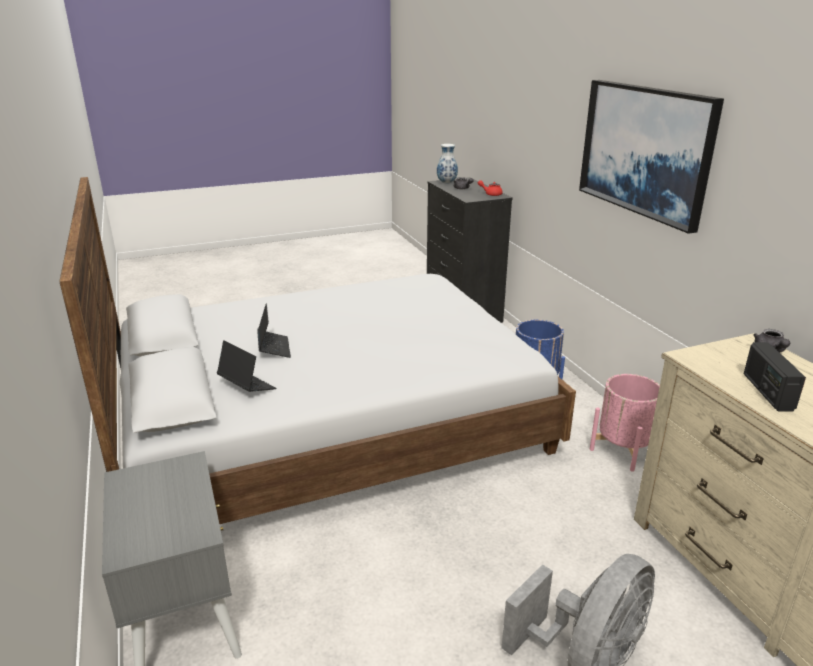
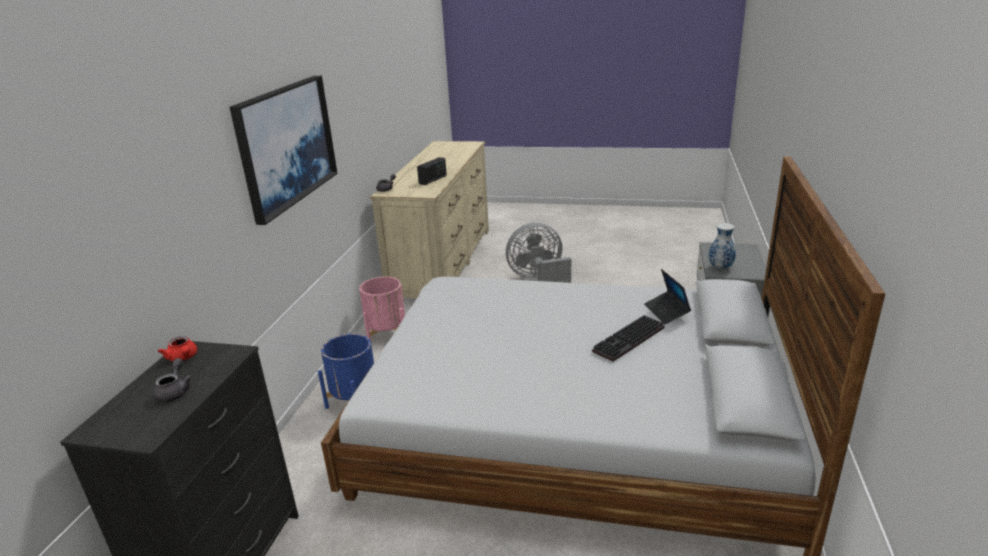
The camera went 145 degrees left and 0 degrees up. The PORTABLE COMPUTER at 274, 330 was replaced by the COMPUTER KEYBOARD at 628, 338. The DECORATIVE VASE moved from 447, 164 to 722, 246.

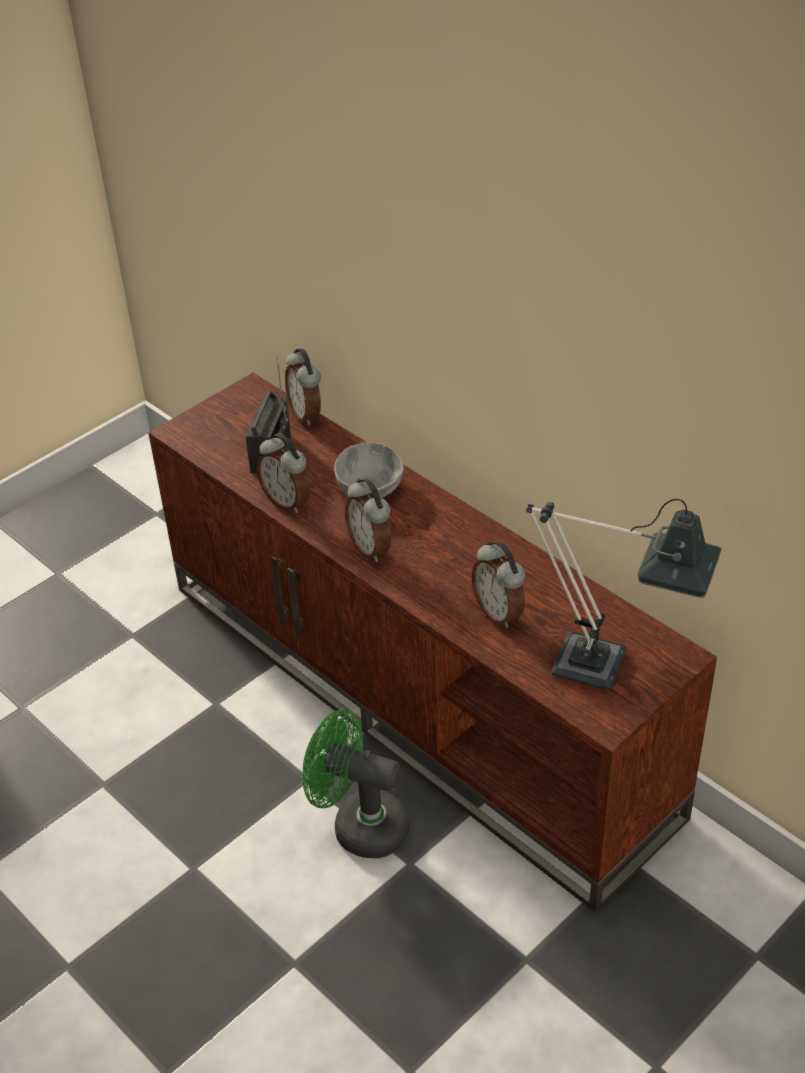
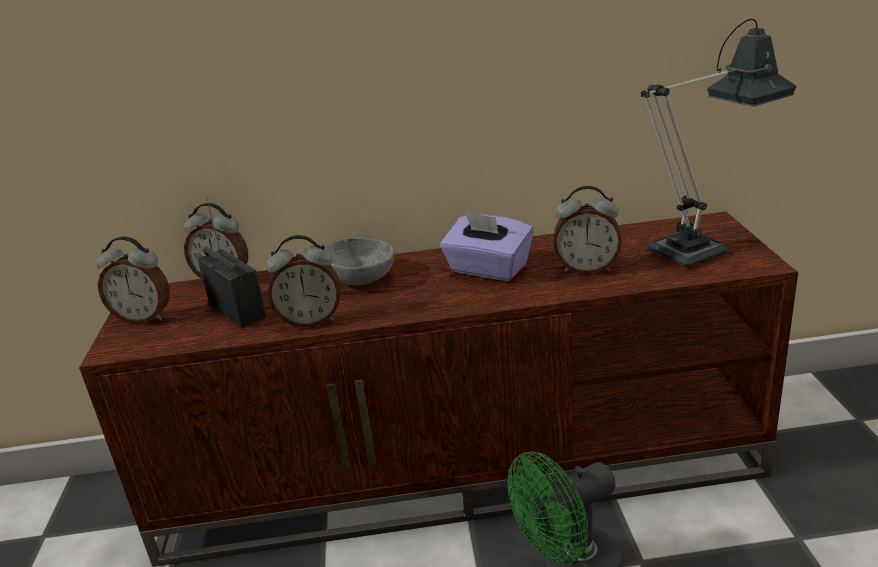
The camera went 50 degrees left and 15 degrees down. The TABLE CLOCK moved from 368, 520 to 133, 280. The PURPLE-COLOURED BOX OF TISSUES at 487, 246 appeared.

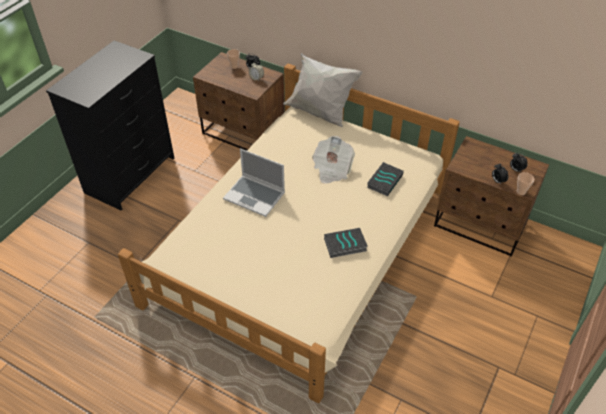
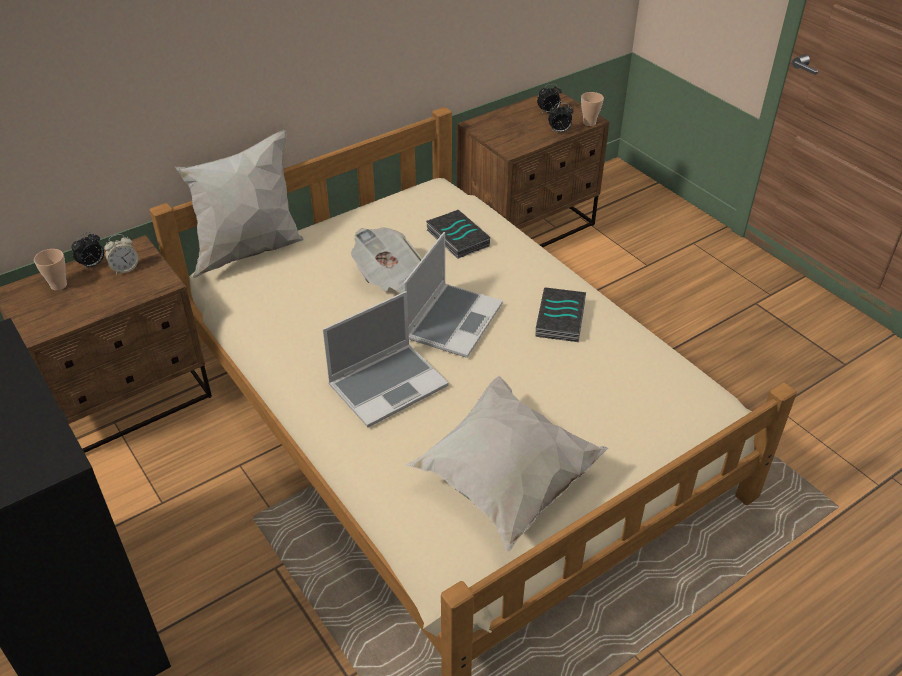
The camera went 65 degrees left and 5 degrees down. The PORTABLE COMPUTER at 453, 295 appeared. The WHITISH THROW PILLOW at 507, 464 appeared.

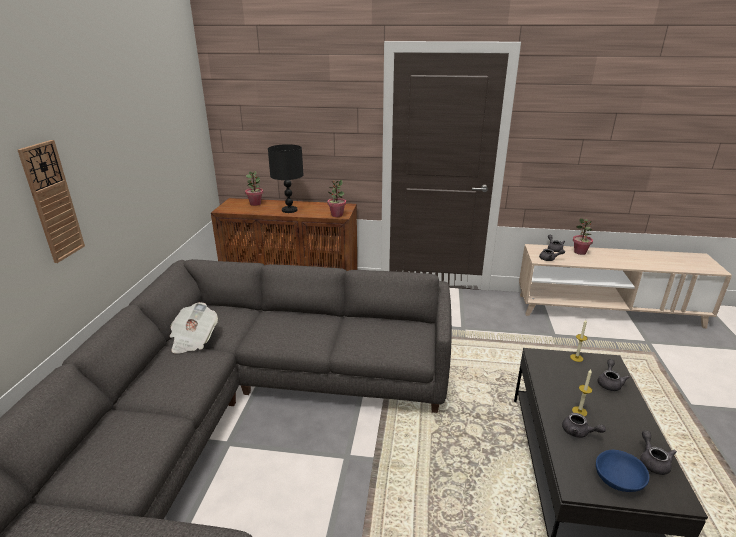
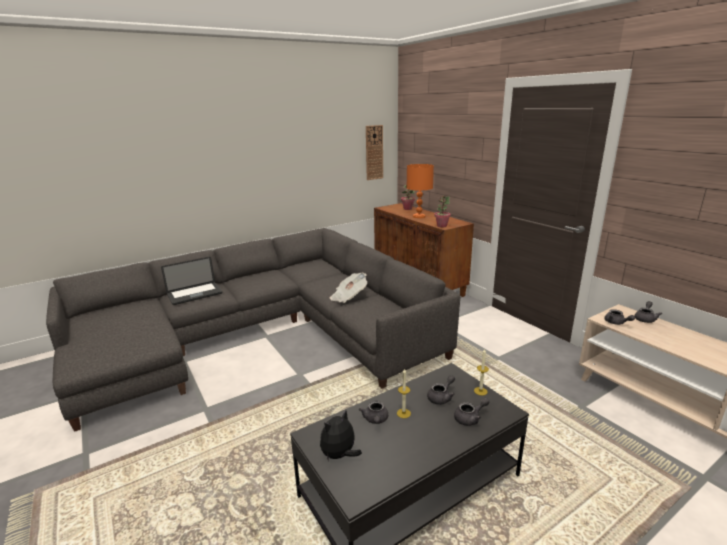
The camera went 50 degrees right and 5 degrees down. The WALL CLOCK moved from 51, 201 to 374, 152. The PRINTED PAPER moved from 194, 328 to 348, 288. The BLACK TABLE LAMP at 286, 178 became the ORANGEY TABLE LAMP at 420, 191. The HOUSEPLANT at 583, 236 disappeared. The BLUE-COLOURED SERVING BOWL at 622, 471 was replaced by the CUDDLY TOY at 341, 436. The GREY TEA POT moved from 658, 452 to 441, 390. The PORTABLE COMPUTER at 191, 281 appeared.

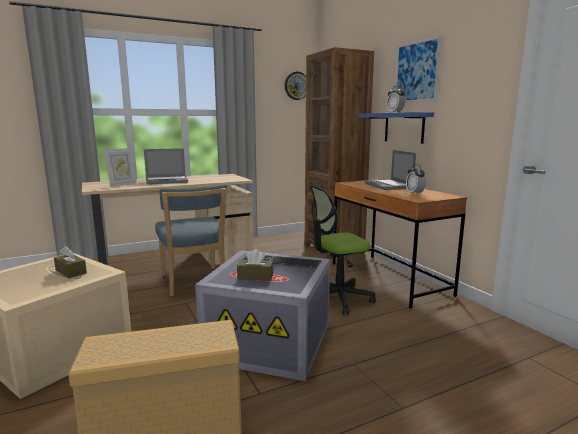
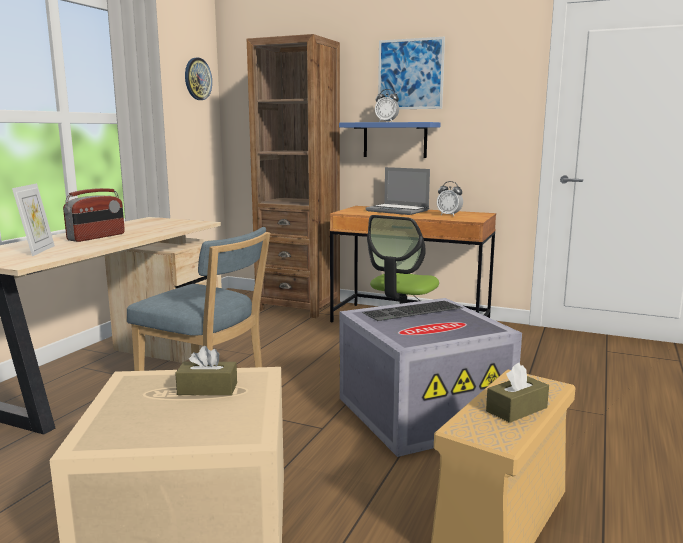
The camera went 40 degrees left and 0 degrees up. The PORTABLE COMPUTER at 166, 166 was replaced by the RADIO SET at 94, 215. The BROWN-COLOURED BOX OF TISSUES moved from 255, 265 to 517, 393.

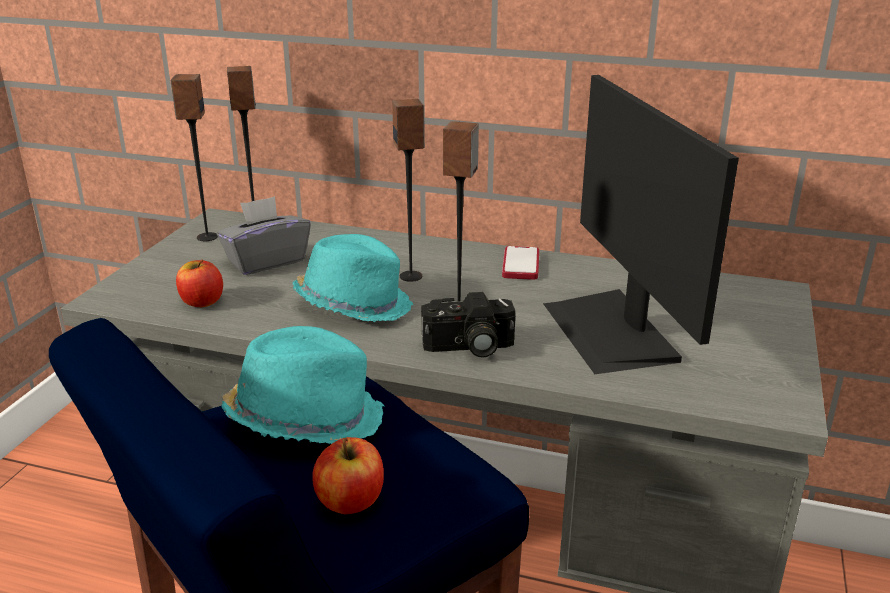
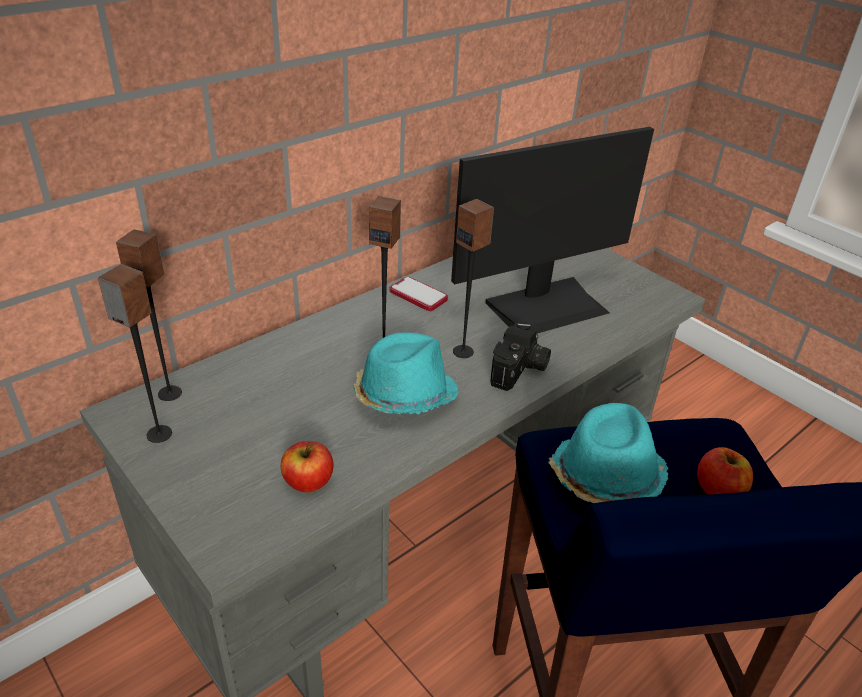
The camera went 60 degrees left and 10 degrees up. The GREY BOX OF TISSUES at 264, 235 disappeared. The MONITOR at 641, 224 turned 45 degrees counterclockwise.

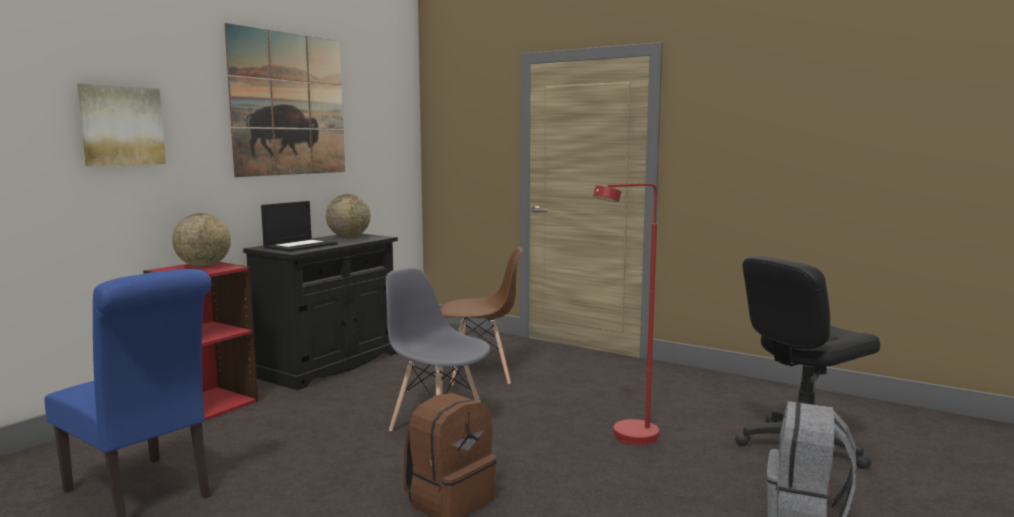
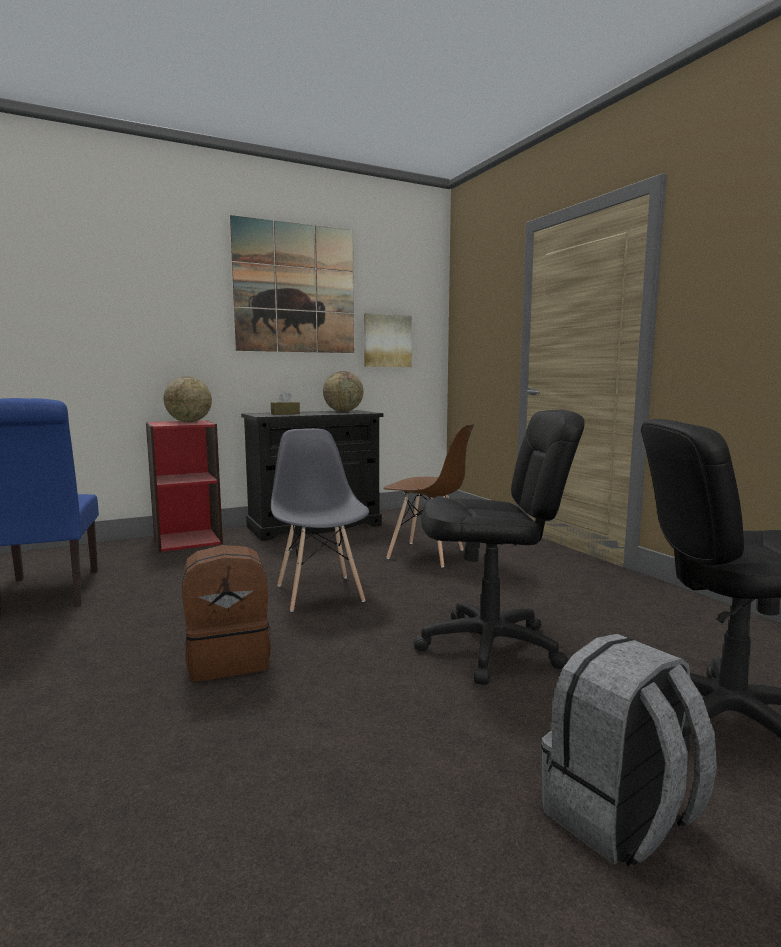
The camera went 30 degrees right and 0 degrees up. The WALL ART moved from 121, 124 to 388, 340. The PORTABLE COMPUTER at 299, 226 was replaced by the BROWN-COLOURED BOX OF TISSUES at 285, 403. The REDDISH FLOOR LAMP at 626, 314 was replaced by the BLACK OFFICE CHAIR at 499, 547.

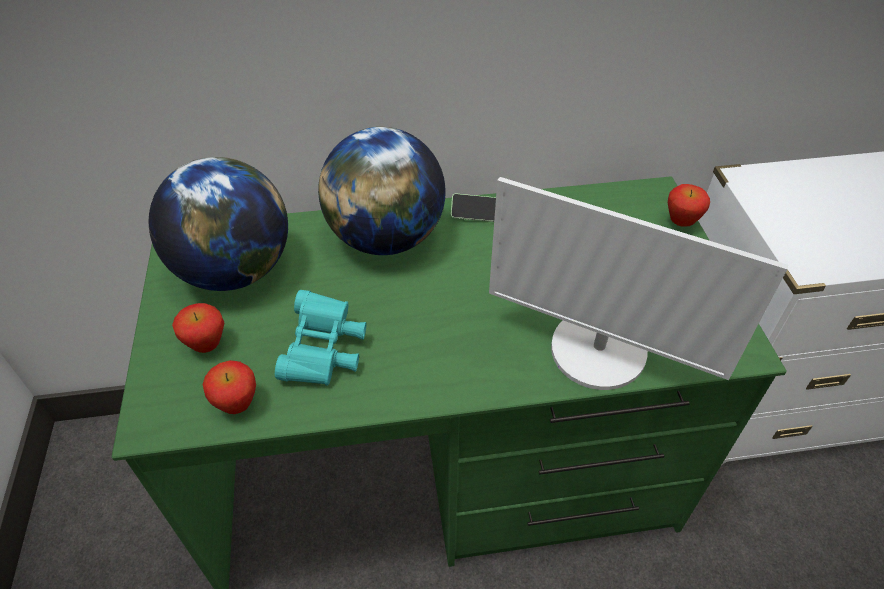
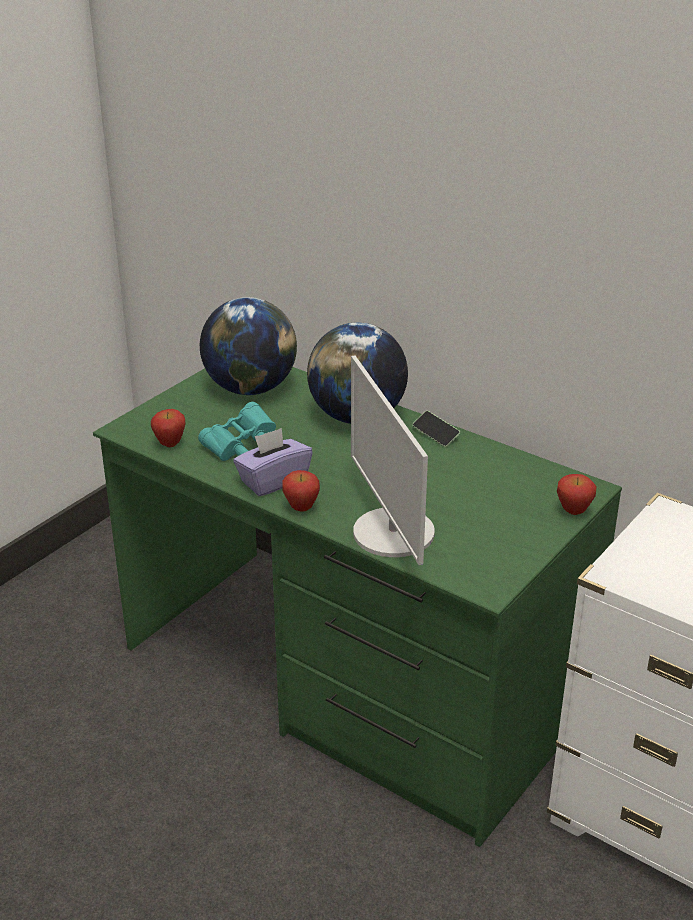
The camera went 45 degrees right and 15 degrees down. The APPLE FRUIT moved from 198, 328 to 301, 490. The PURPLE-COLOURED BOX OF TISSUES at 273, 462 appeared.

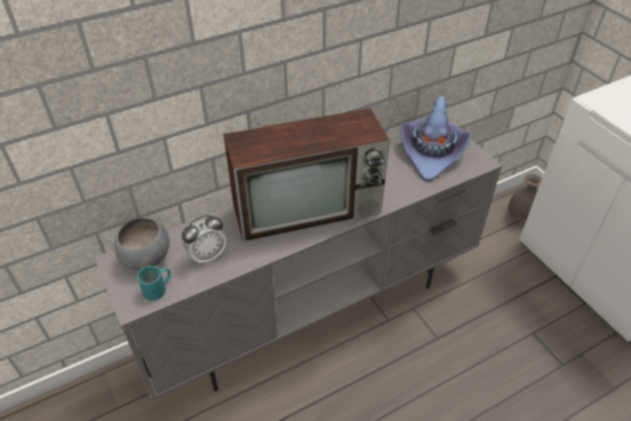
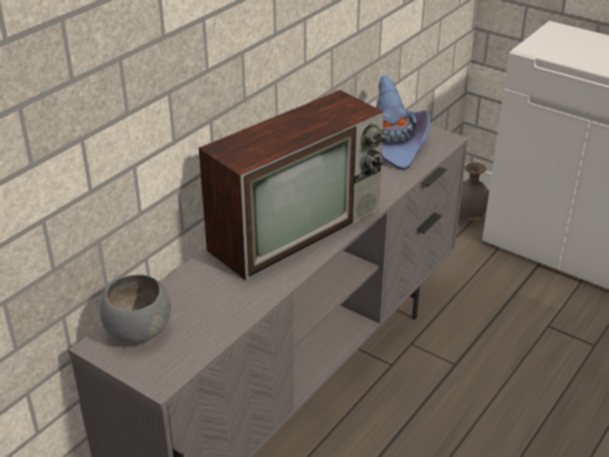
The camera went 25 degrees left and 10 degrees down. The TURQUOISE-COLOURED COFFEE MUG at 154, 283 disappeared. The TABLE CLOCK at 204, 240 disappeared.

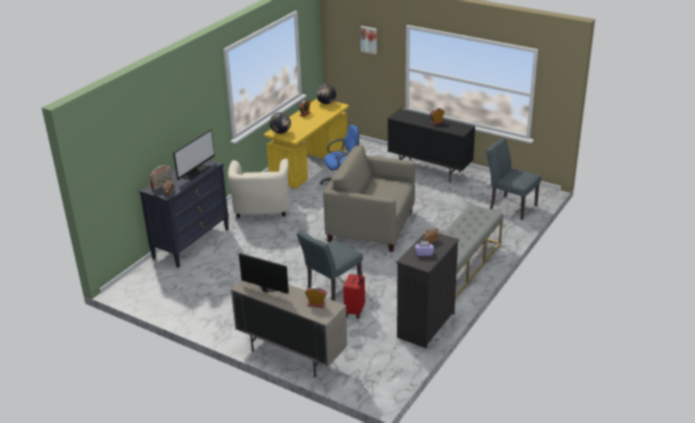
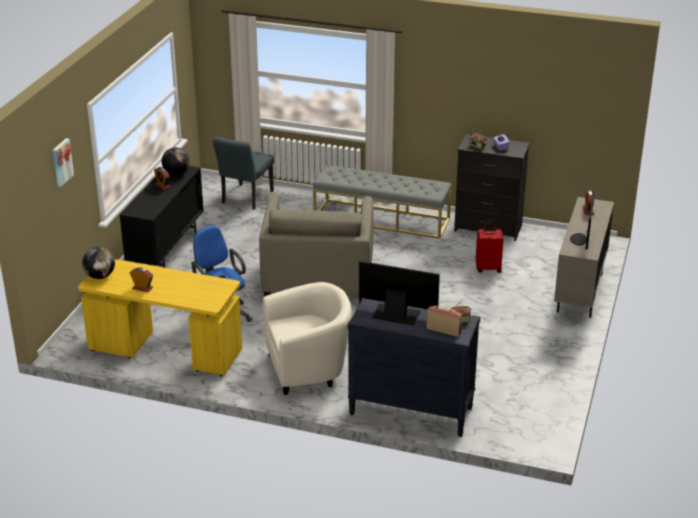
The camera went 105 degrees left and 0 degrees up. The WORLD GLOBE moved from 280, 123 to 176, 161. The GREY PLAIN CHAIR at 330, 266 disappeared.

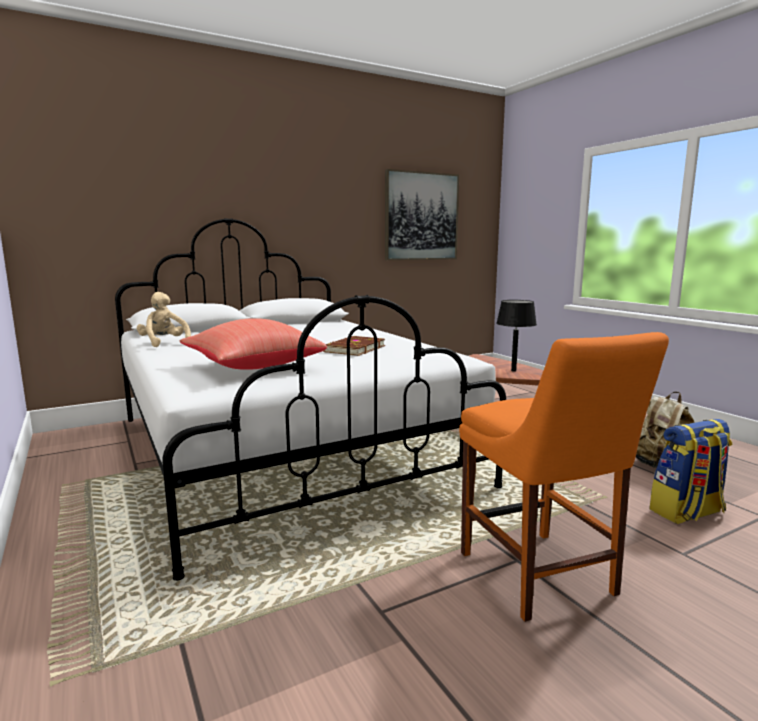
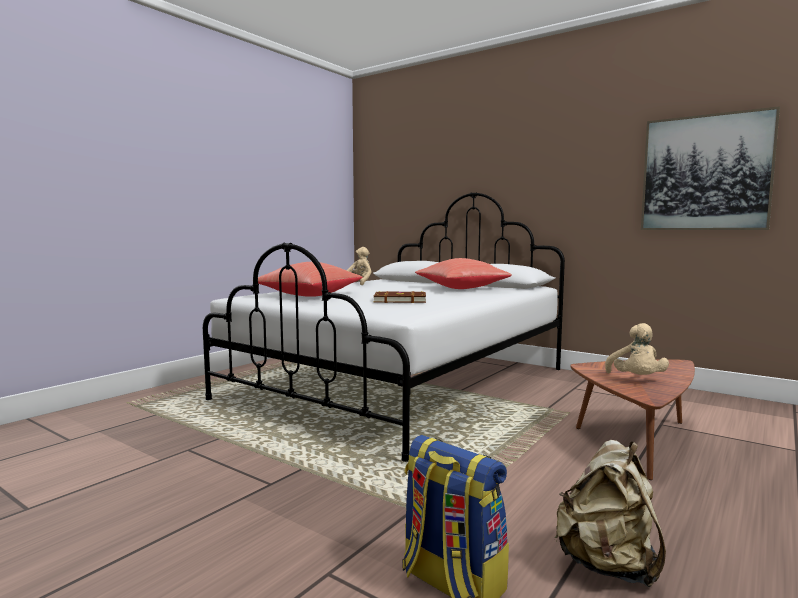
The camera went 65 degrees right and 5 degrees down. The ORANGEY PLAIN CHAIR at 564, 477 disappeared. The BLACK TABLE LAMP at 516, 336 was replaced by the BEIGE CUDDLY TOY at 637, 349. The REDDISH THROW PILLOW at 463, 273 appeared.

